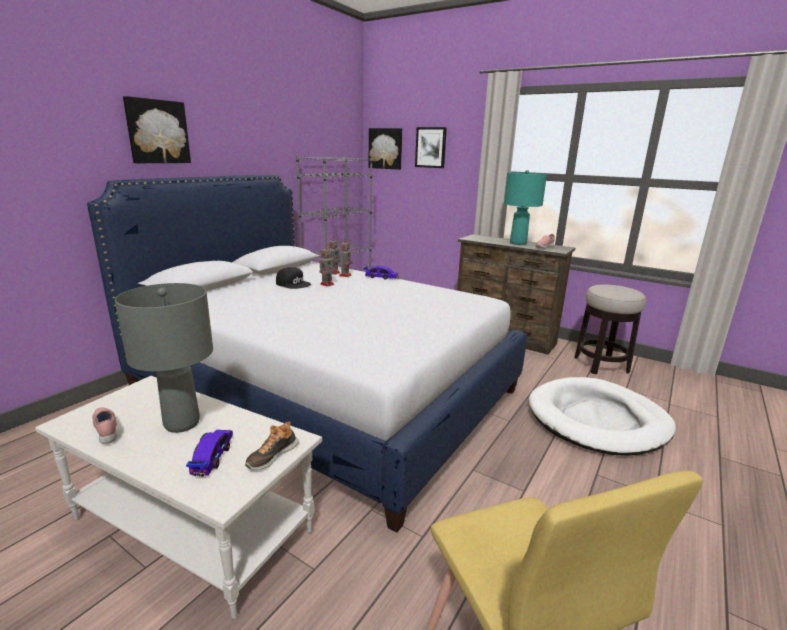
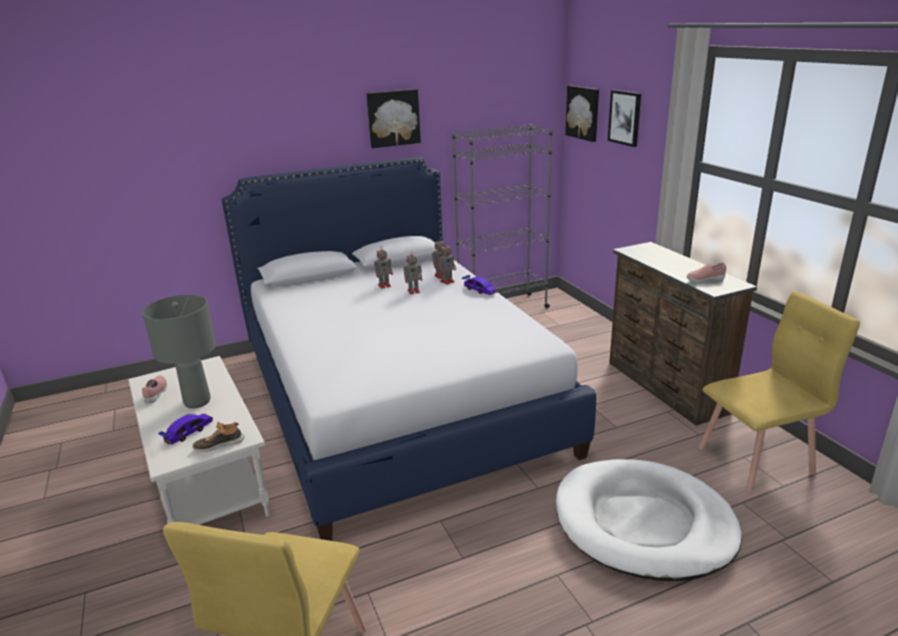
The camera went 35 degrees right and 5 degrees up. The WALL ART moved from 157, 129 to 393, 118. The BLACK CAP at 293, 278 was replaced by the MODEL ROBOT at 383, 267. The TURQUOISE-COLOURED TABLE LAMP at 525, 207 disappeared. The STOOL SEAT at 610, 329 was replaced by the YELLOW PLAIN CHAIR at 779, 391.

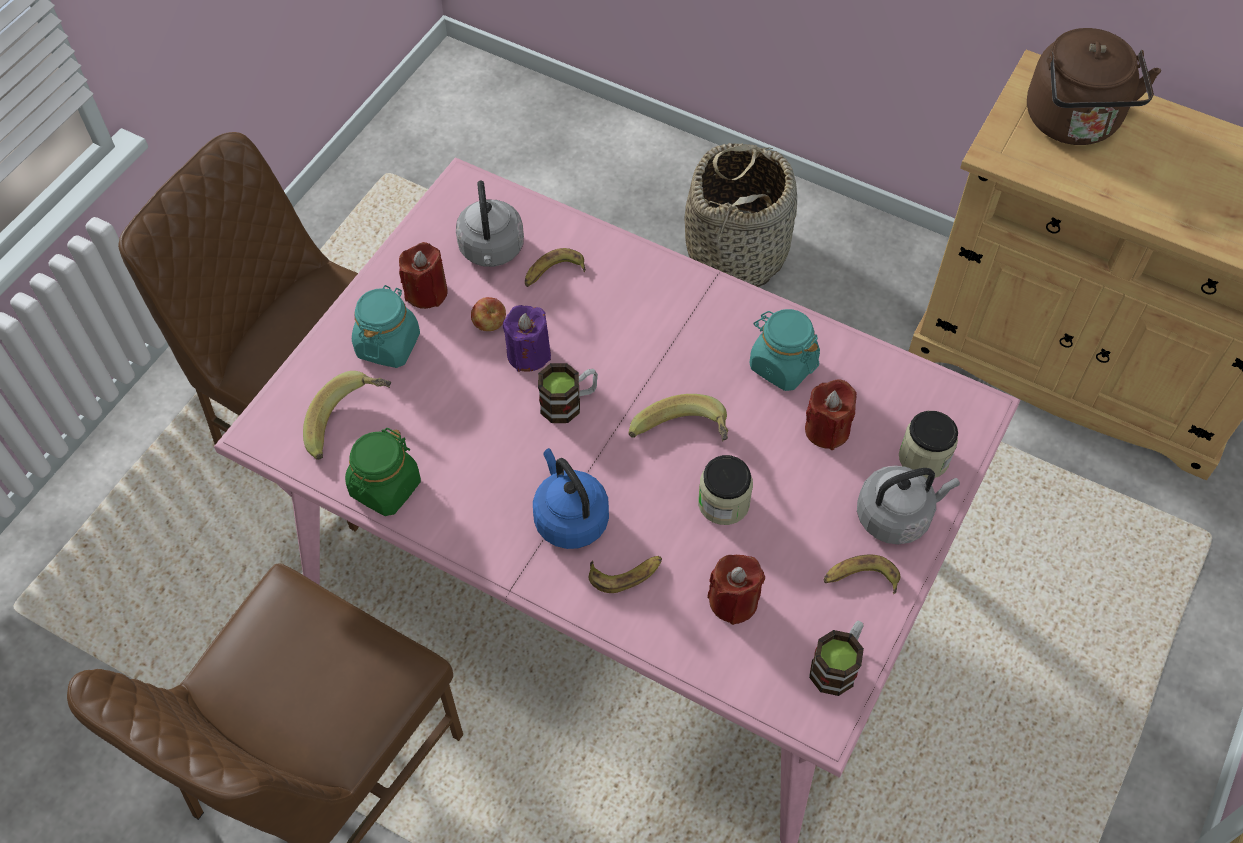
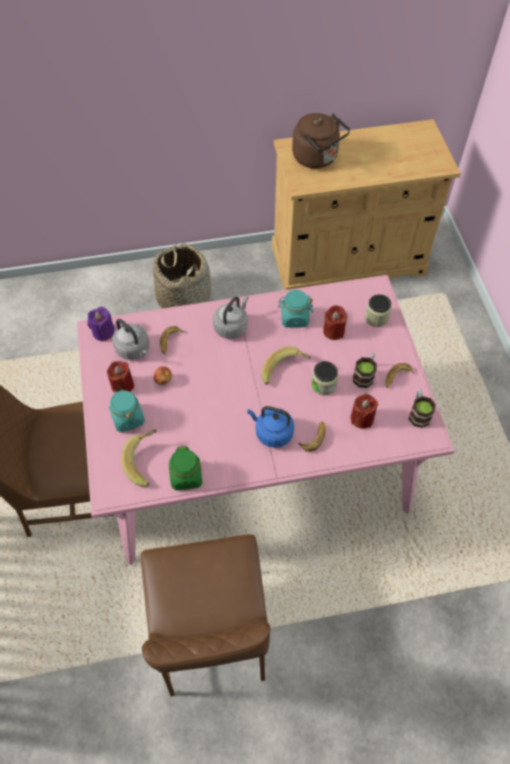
The camera went 40 degrees left and 0 degrees up. The PURPLE-COLOURED WAX CANDLE moved from 527, 338 to 101, 324. The COFFEE MUG moved from 568, 393 to 365, 370. The GREY TEA KETTLE moved from 908, 504 to 230, 317.

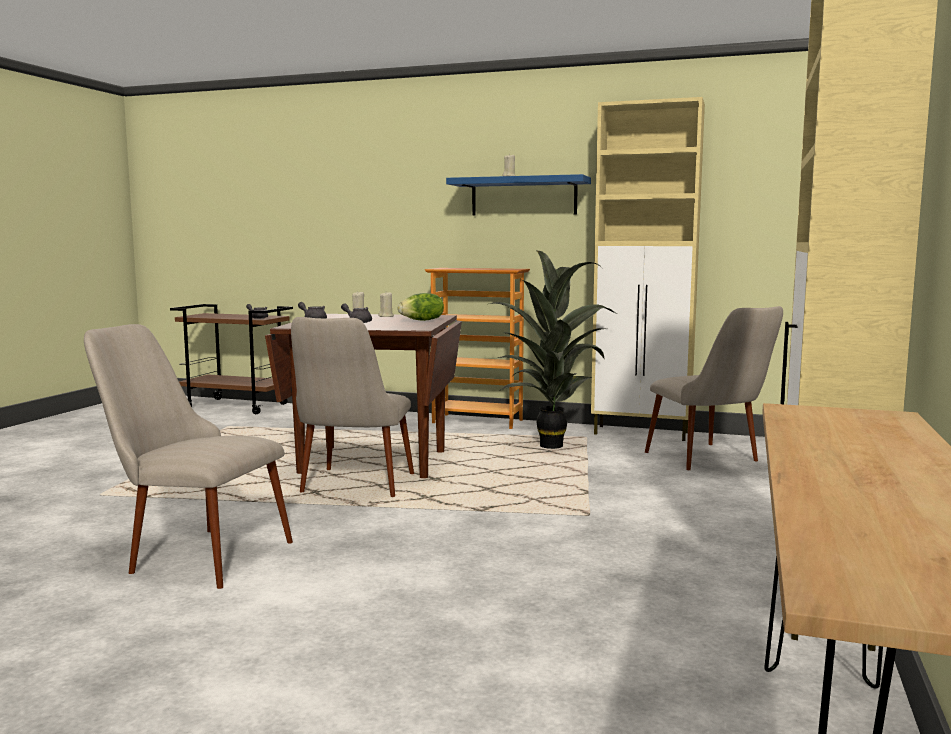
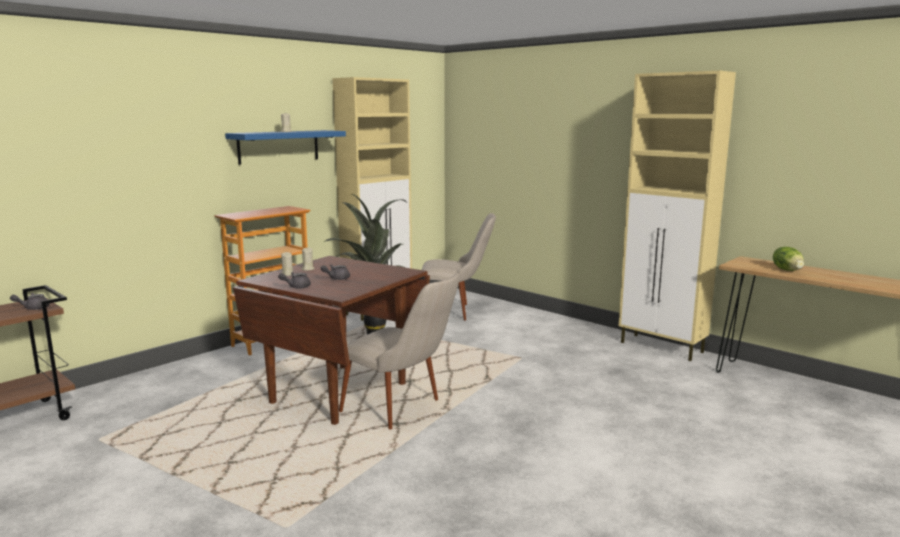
The camera went 65 degrees left and 5 degrees up. The BEIGE PLAIN CHAIR at 188, 456 disappeared. The HEAD OF LETTUCE moved from 421, 307 to 788, 259.

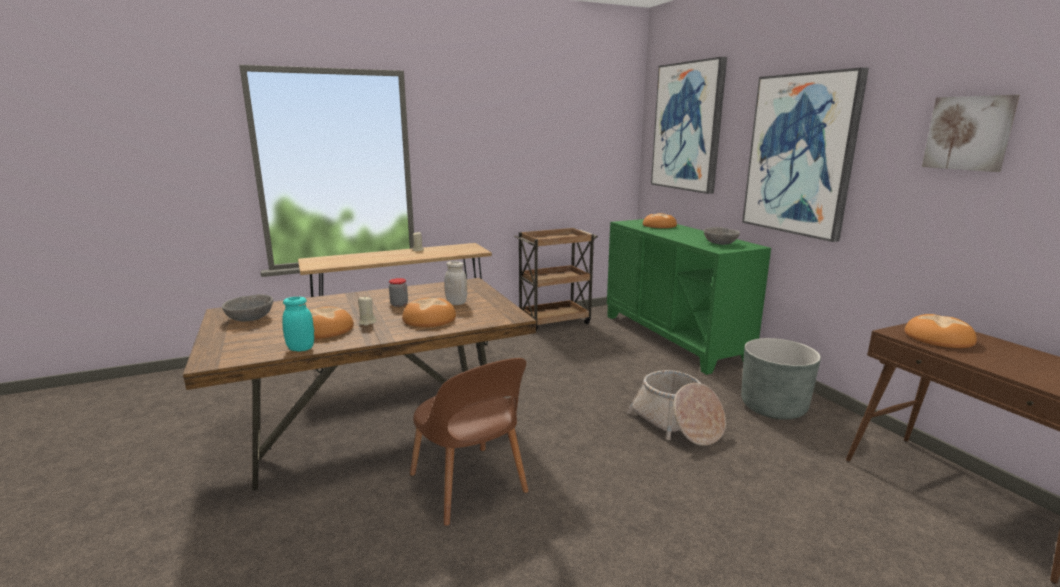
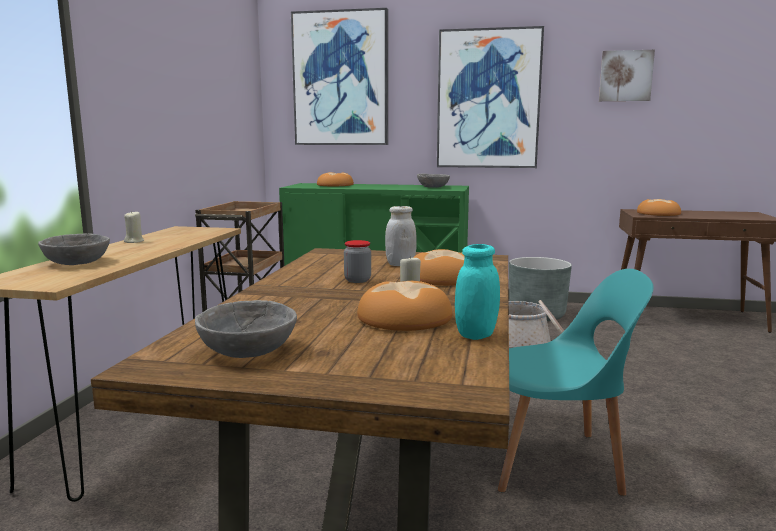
The camera went 55 degrees left and 5 degrees down. The BROWN-COLOURED PLAIN CHAIR at 469, 442 became the TURQUOISE-COLOURED PLAIN CHAIR at 576, 382. The GREY SERVING BOWL at 74, 249 appeared.

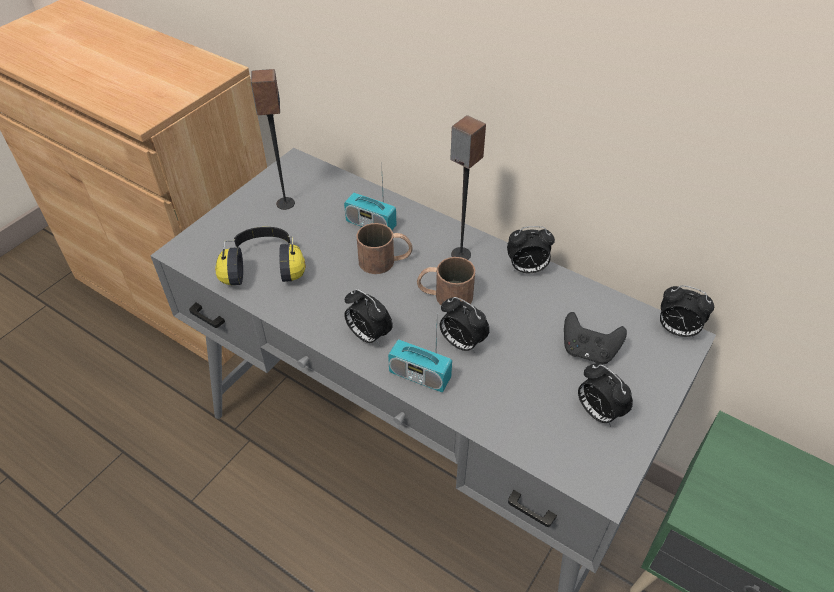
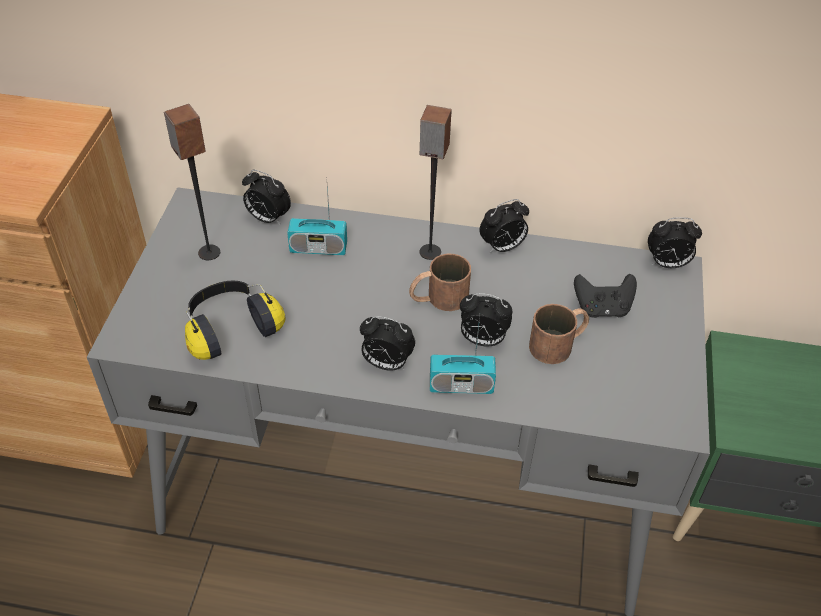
The camera went 25 degrees left and 0 degrees up. The BROWN-COLOURED COFFEE MUG moved from 385, 248 to 559, 334. The TABLE CLOCK moved from 605, 394 to 266, 197.

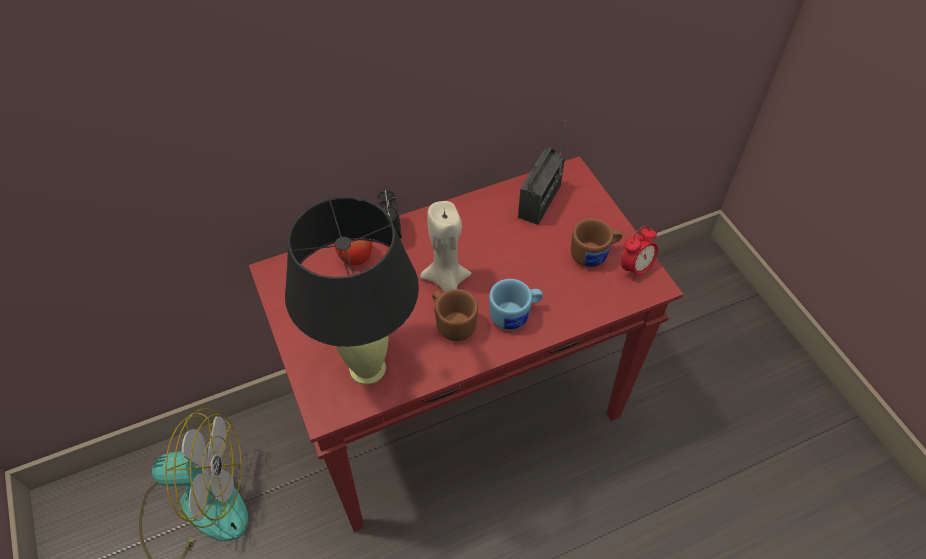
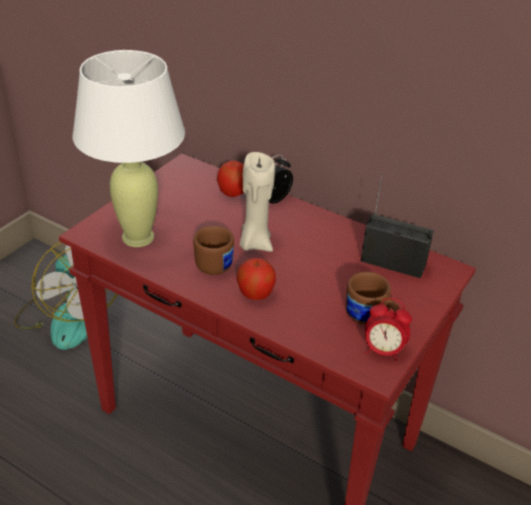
The camera went 55 degrees right and 15 degrees down. The BLACK TABLE LAMP at 352, 290 became the WHITISH TABLE LAMP at 128, 148. The BLUE-COLOURED COFFEE MUG at 516, 304 was replaced by the APPLE FRUIT at 256, 279. The RADIO SET at 542, 172 turned 150 degrees counterclockwise.

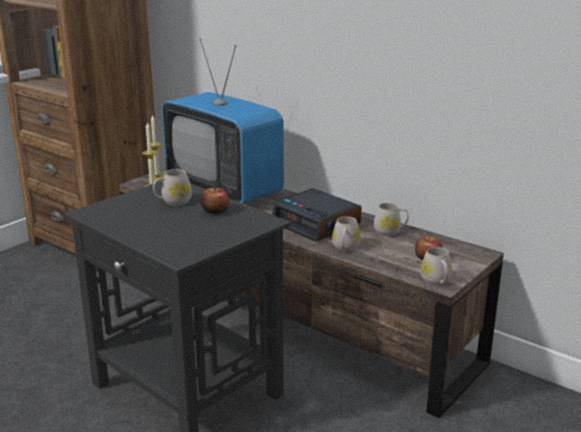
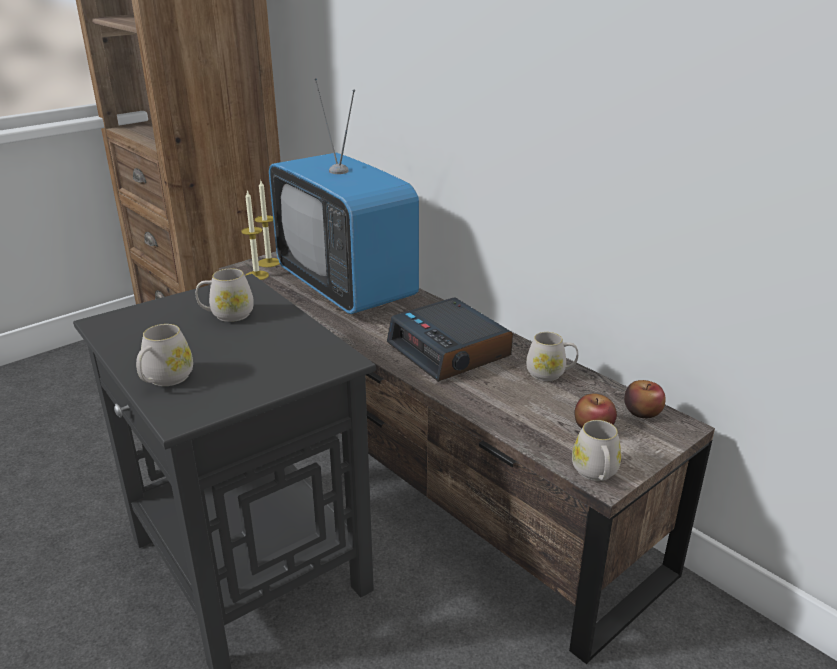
The camera went 10 degrees right and 5 degrees up. The APPLE FRUIT moved from 215, 201 to 645, 399. The WHITISH COFFEE MUG moved from 346, 233 to 164, 355.

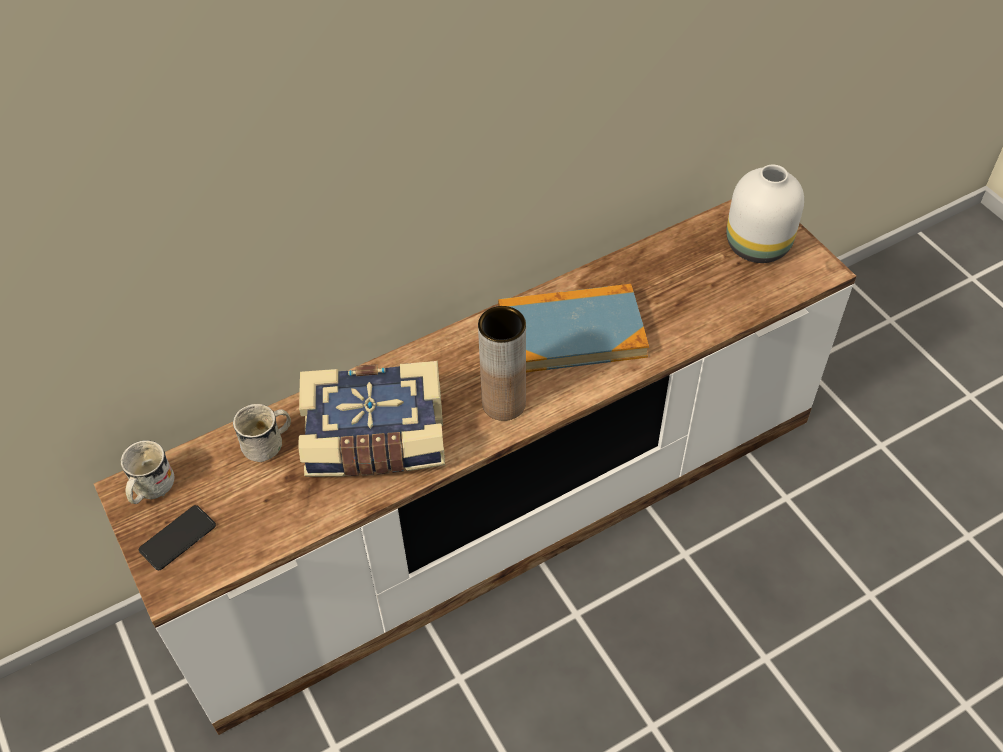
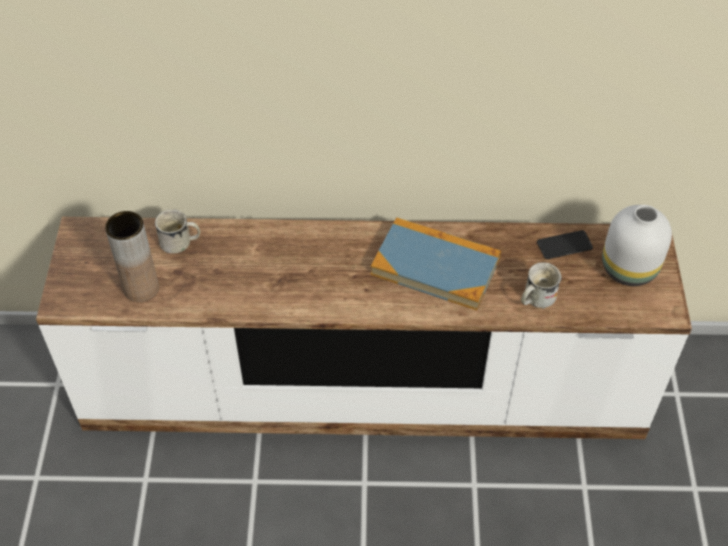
The camera went 30 degrees right and 0 degrees up. The WHITISH COFFEE MUG moved from 147, 472 to 541, 285. The HANDSET moved from 177, 537 to 565, 244. The BOUND BOOK at 371, 419 disappeared. The BROWN-COLOURED DECORATIVE VASE moved from 502, 363 to 132, 256.

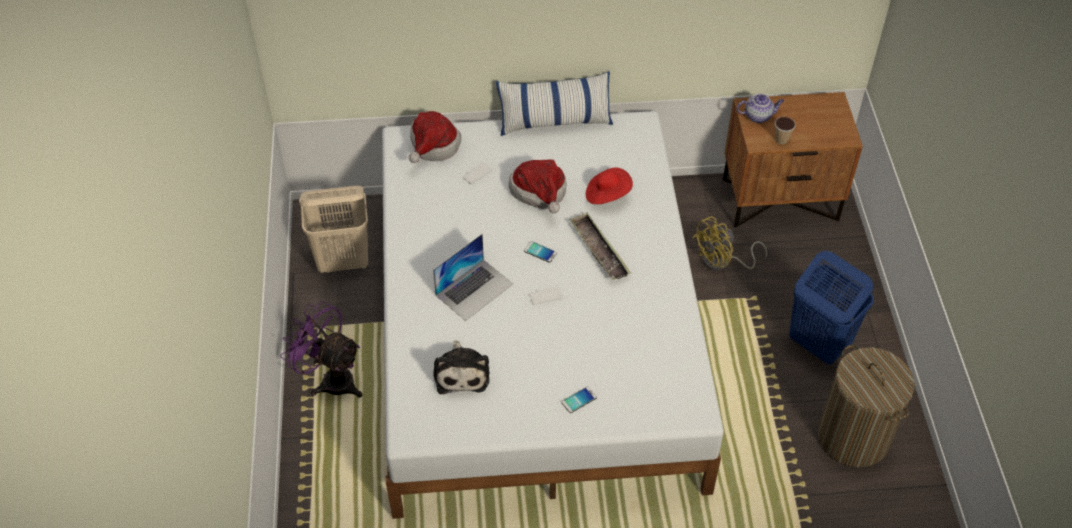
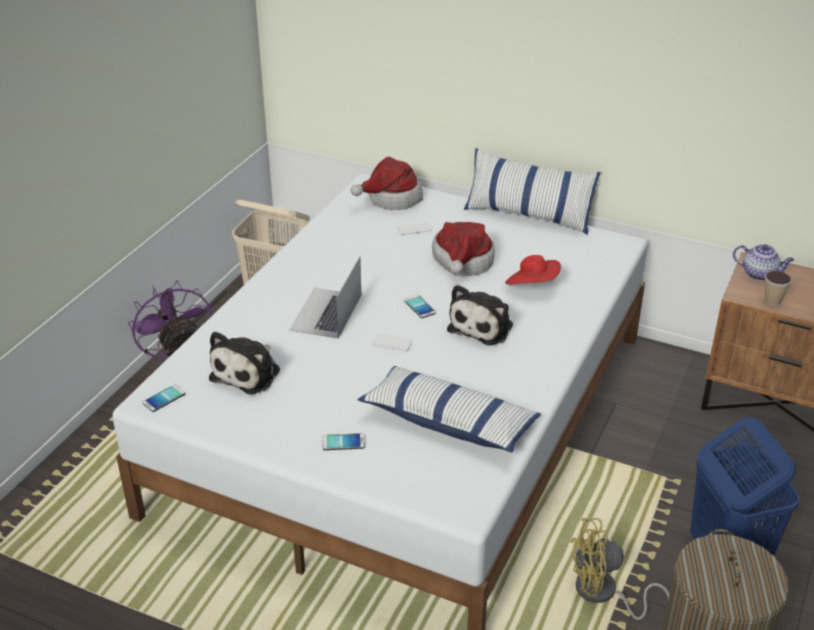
The camera went 30 degrees right and 15 degrees down. The PORTABLE COMPUTER at 473, 277 turned 120 degrees clockwise. The SERVING TRAY at 600, 246 was replaced by the CUDDLY TOY at 480, 315. The YELLOW COOLING FAN moved from 729, 243 to 619, 569. The HANDSET at 163, 398 appeared. The THROW PILLOW at 449, 409 appeared.

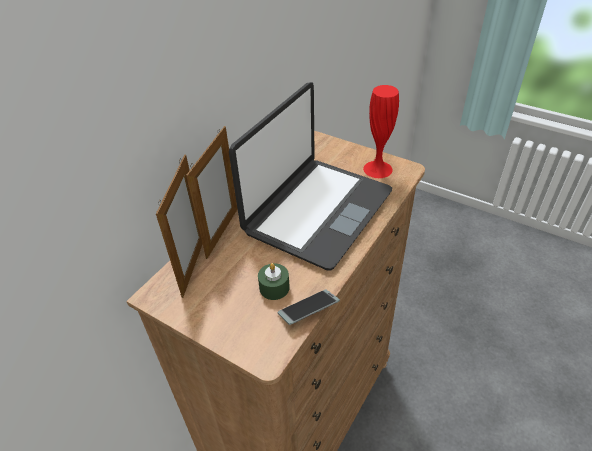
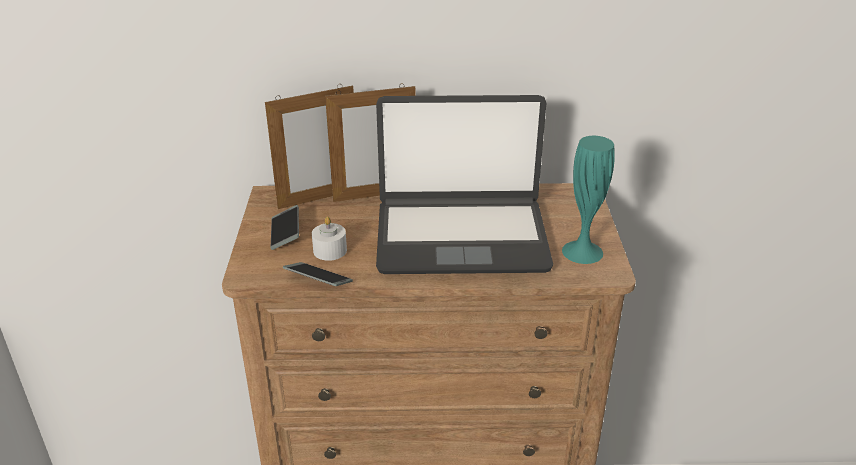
The camera went 55 degrees right and 10 degrees down. The GREENISH WAX CANDLE at 274, 281 became the WHITISH WAX CANDLE at 329, 239. The REDDISH DECORATIVE VASE at 381, 131 became the TURQUOISE-COLOURED DECORATIVE VASE at 588, 200. The HANDSET at 285, 227 appeared.

